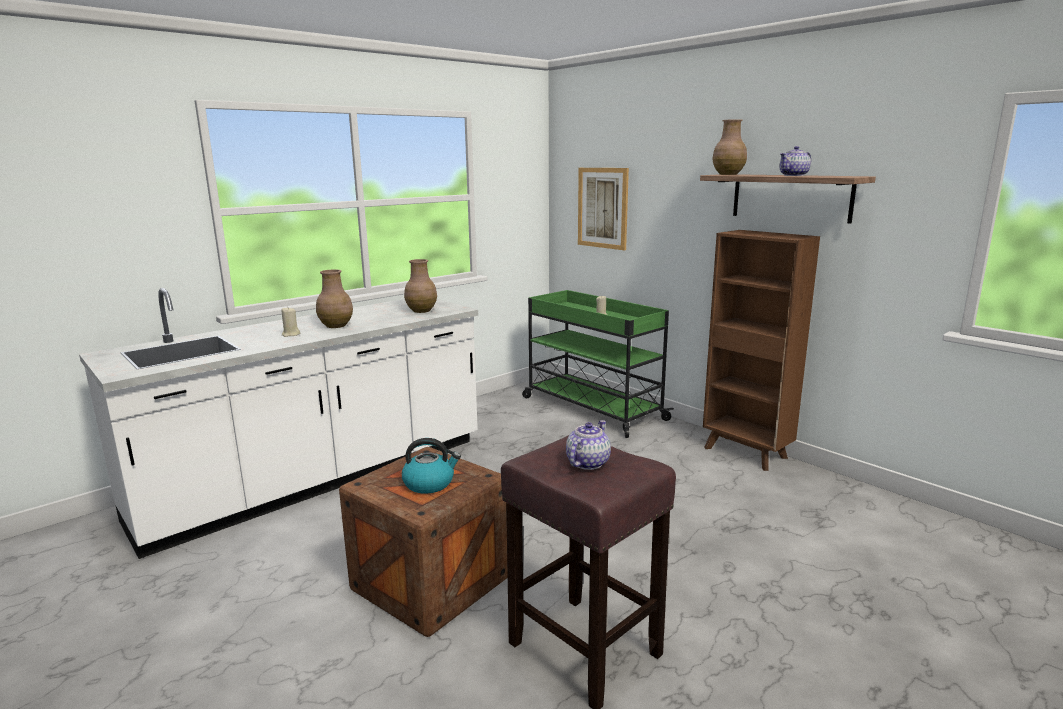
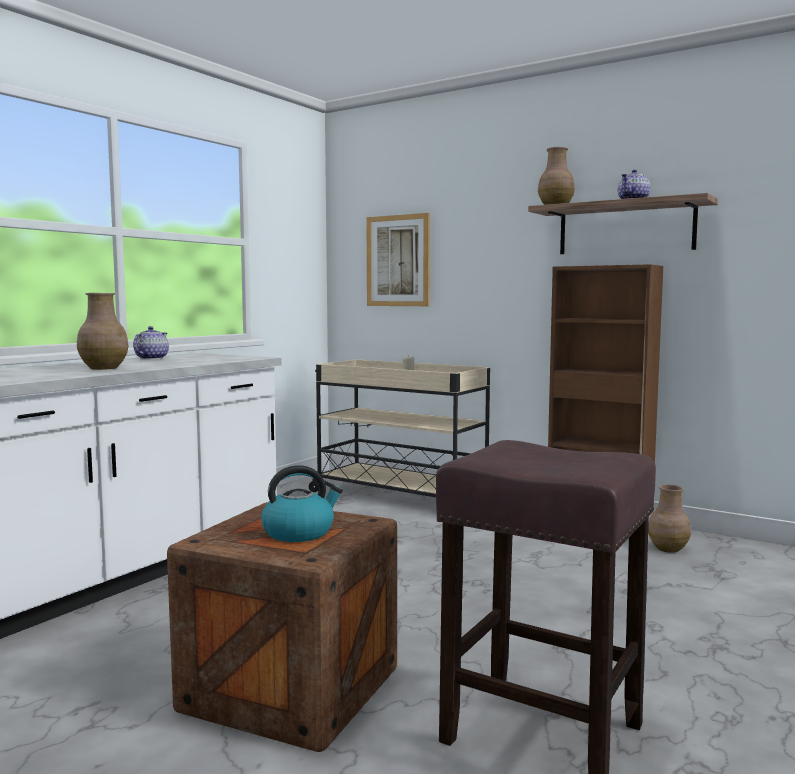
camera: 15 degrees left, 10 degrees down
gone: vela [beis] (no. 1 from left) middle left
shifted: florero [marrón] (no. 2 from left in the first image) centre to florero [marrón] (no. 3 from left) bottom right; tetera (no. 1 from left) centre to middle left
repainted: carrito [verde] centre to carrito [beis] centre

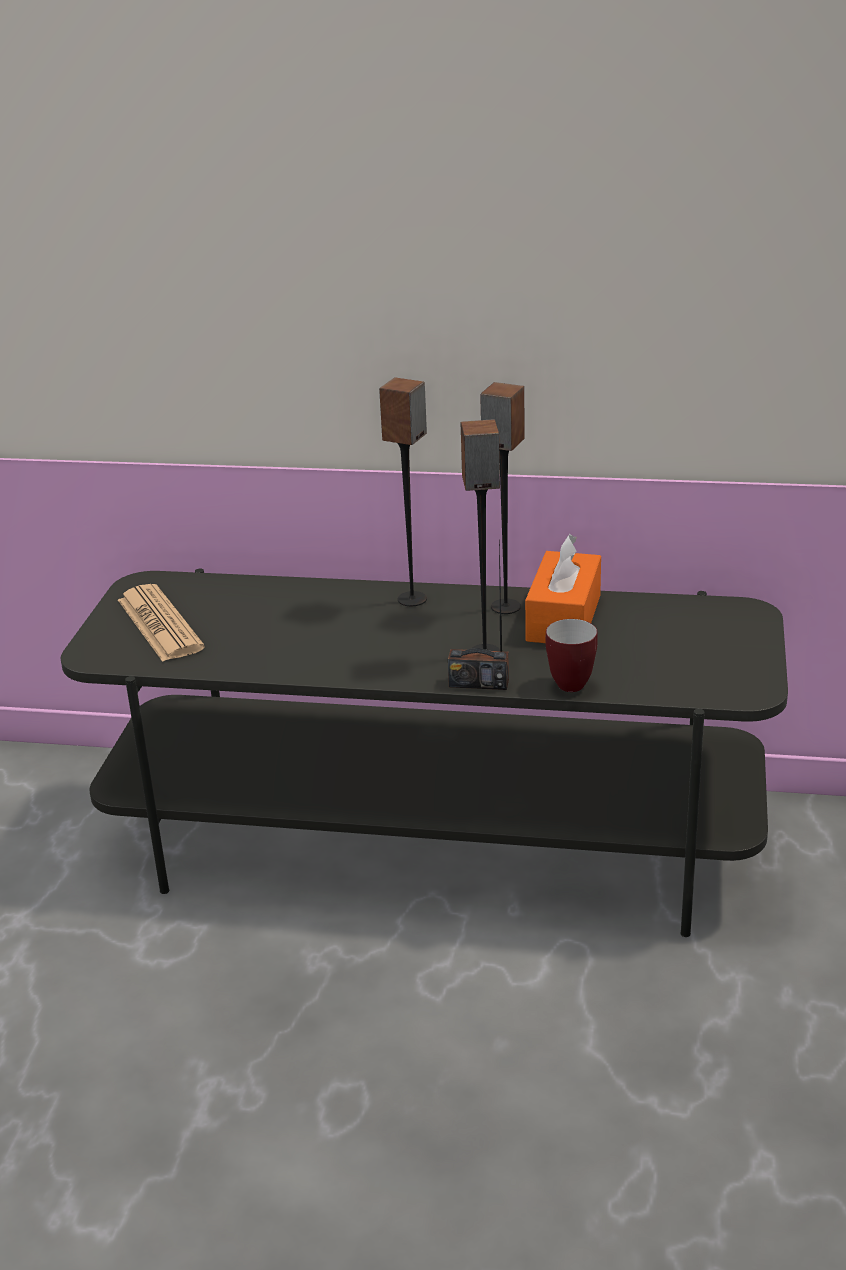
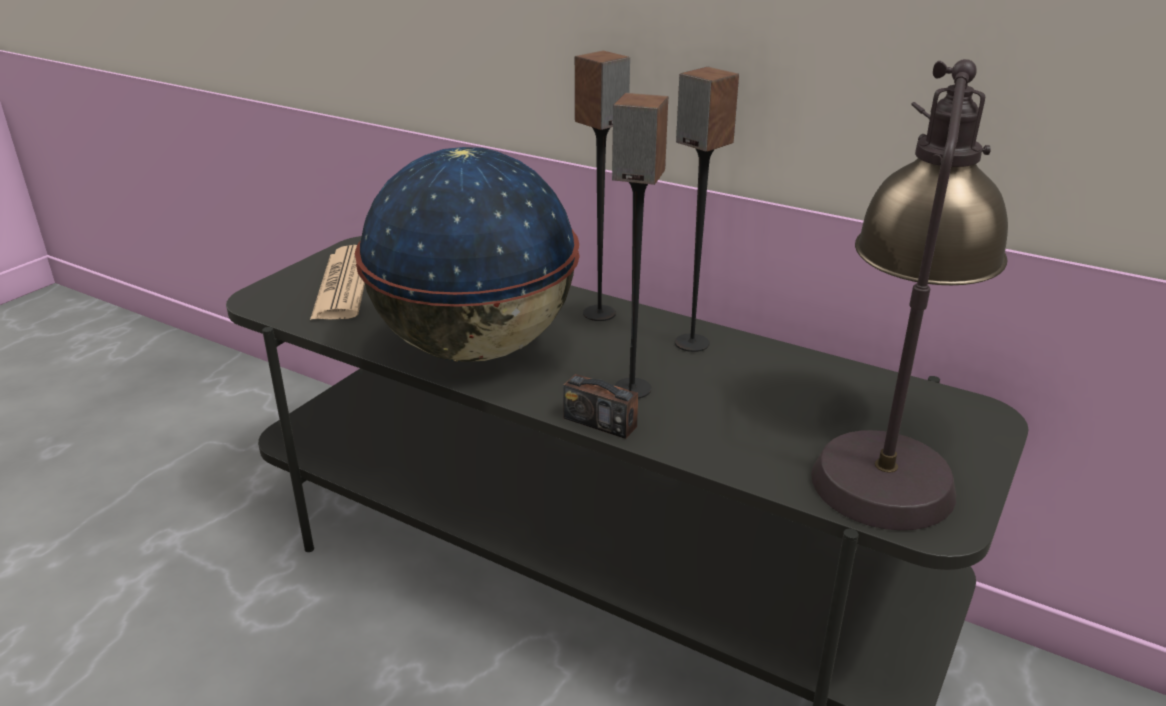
camera: 20 degrees right, 0 degrees up
gone: caja de pañuelos [naranja] centre; taza grande middle right
new: globo terráqueo centre; lámpara de mesa middle right

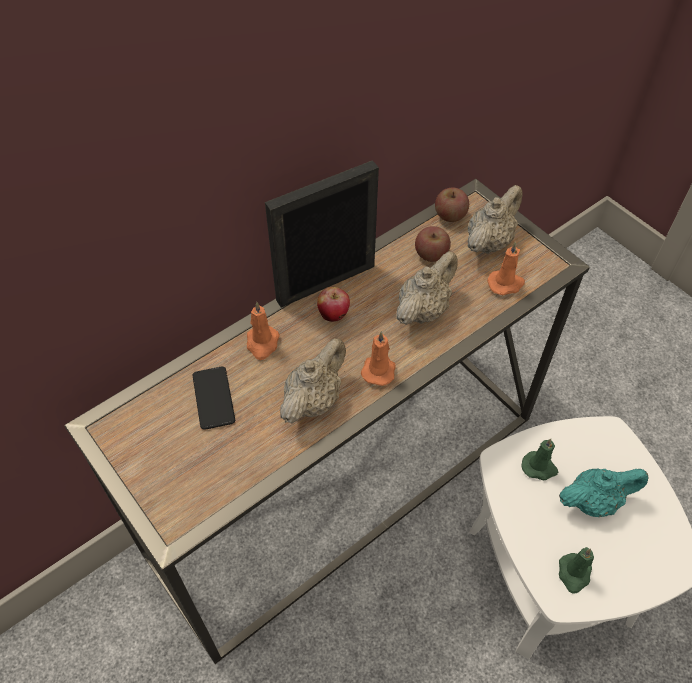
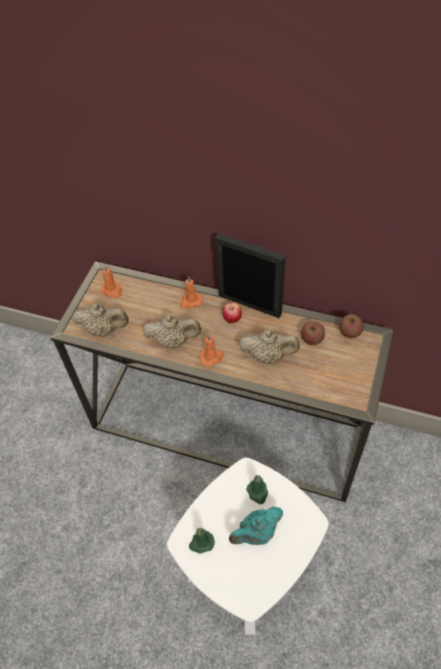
camera: 60 degrees right, 0 degrees up
gone: móvil middle left
shifted: tetera [beis] (no. 3 from left in the first image) top right to tetera [beis] (no. 1 from left) middle left; vela [naranja] (no. 3 from left in the first image) middle right to vela [naranja] (no. 1 from left) middle left
rotated: tetera [turquesa] bottom right = bottom centre 105 degrees clockwise

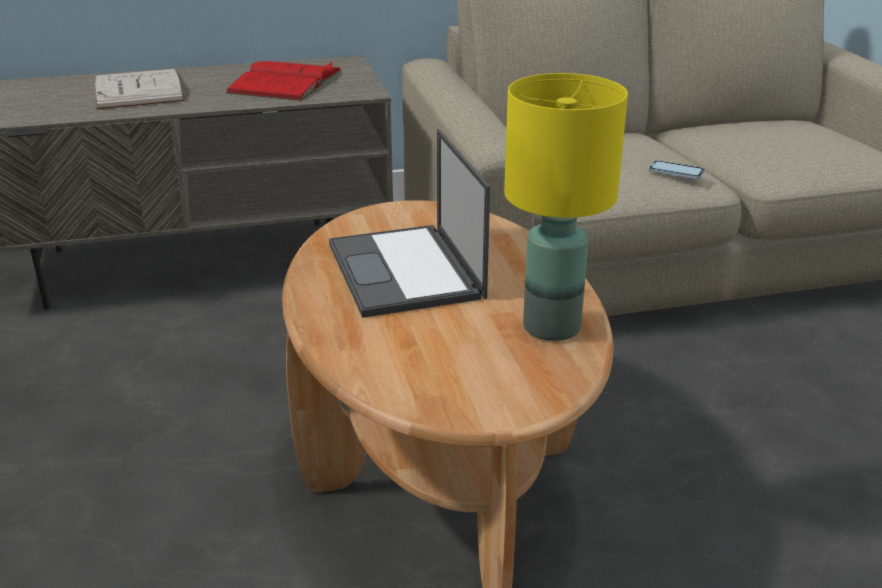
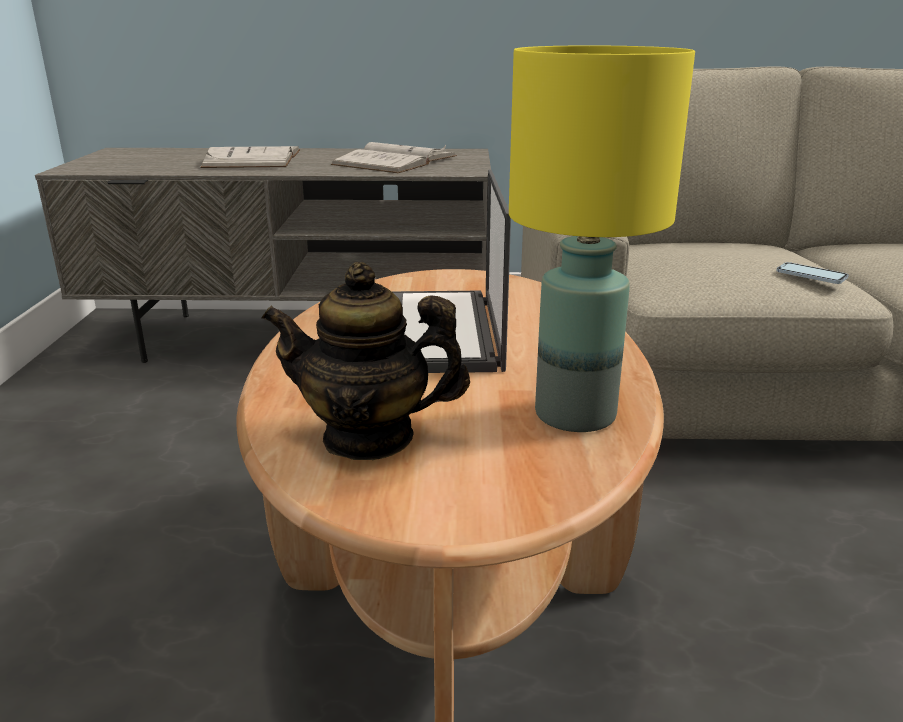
camera: 15 degrees right, 5 degrees down
new: tetera centre
repainted: libro [rojo] top left to libro [blanco] (no. 2 from left) top centre

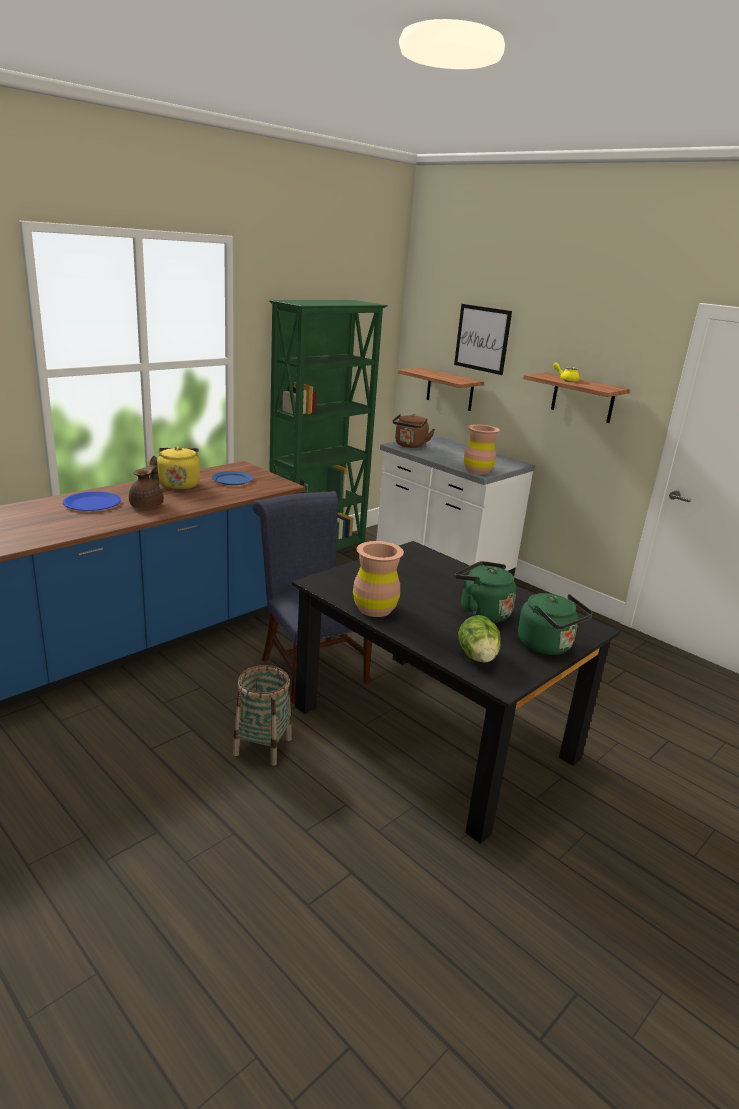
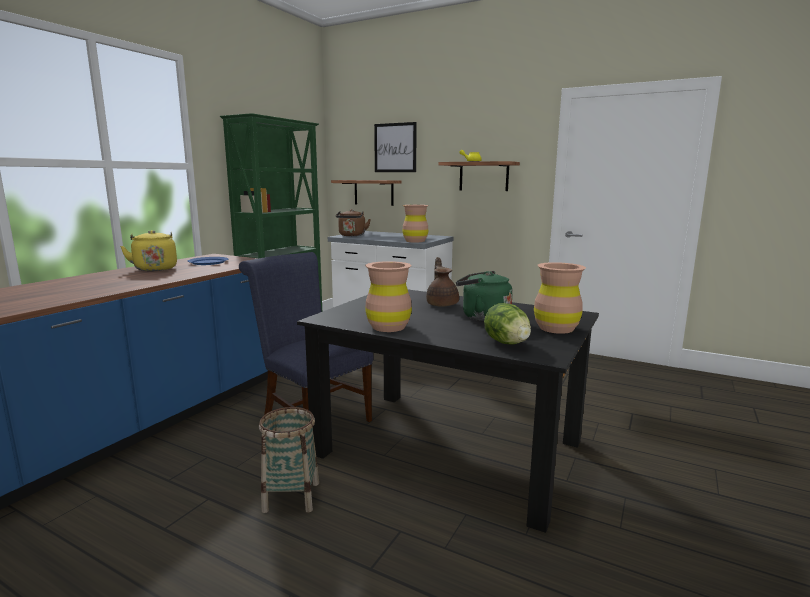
camera: 15 degrees left, 10 degrees down
gone: plato [azul] (no. 1 from left) middle left
shifted: tetera [marrón] middle left to centre
swapped: hervidor [verde] (no. 2 from left) middle right to florero [marrón] (no. 3 from left) middle right

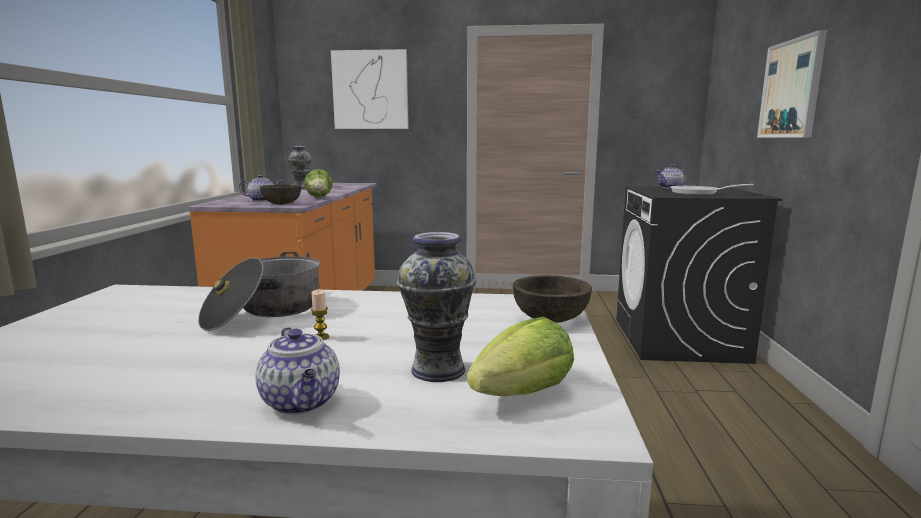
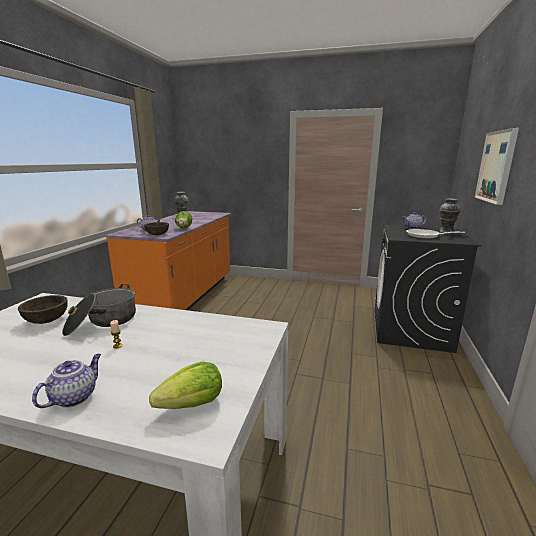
camera: 10 degrees right, 5 degrees up
gone: cuadro (no. 1 from left) top centre
shifted: florero (no. 2 from left) centre to middle right; cuenco [marrón] (no. 2 from left in the first image) centre to cuenco [marrón] (no. 1 from left) middle left
rotated: tetera (no. 2 from left in the first image) bottom left = bottom left 135 degrees counterclockwise

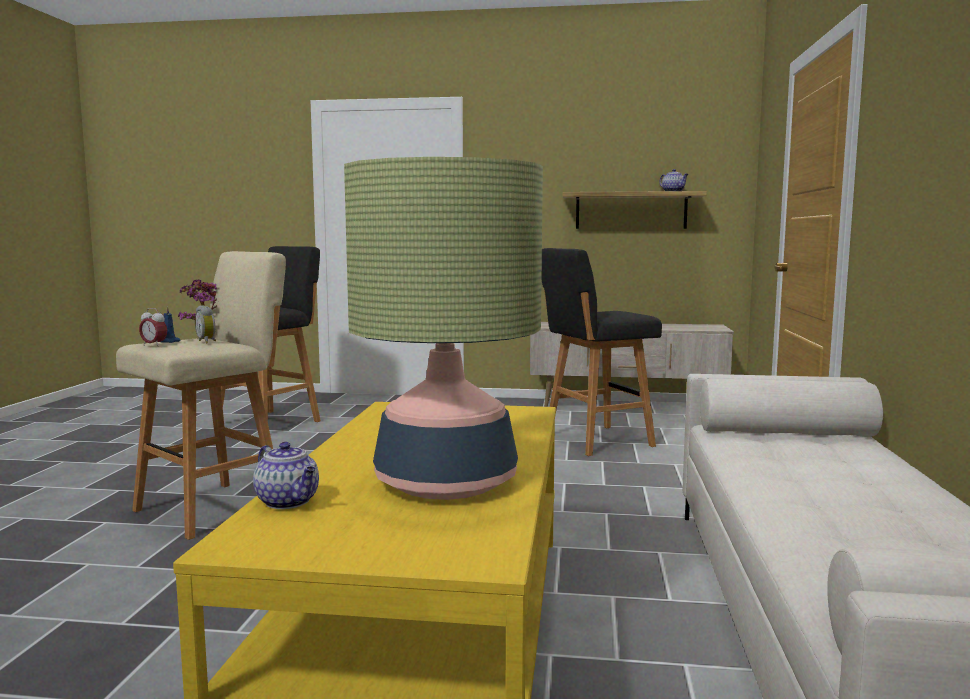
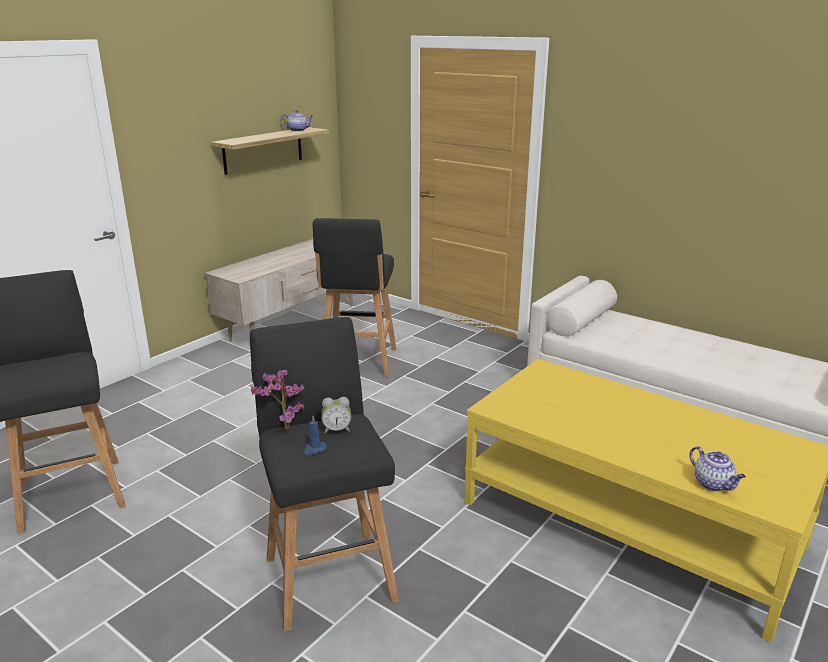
camera: 60 degrees left, 15 degrees up
gone: despertador (no. 1 from left) middle left; lámpara de mesa centre
repainted: taburete [beis] middle left to taburete [negro] (no. 2 from left) bottom centre
rotated: tetera (no. 1 from left in the first image) bottom left = bottom right 75 degrees clockwise

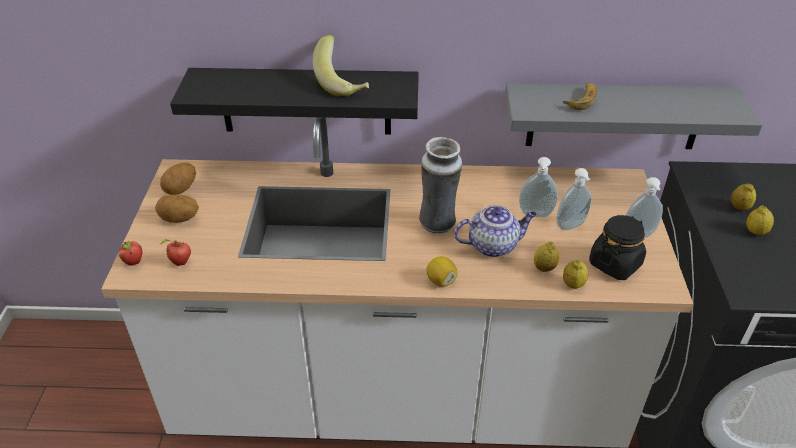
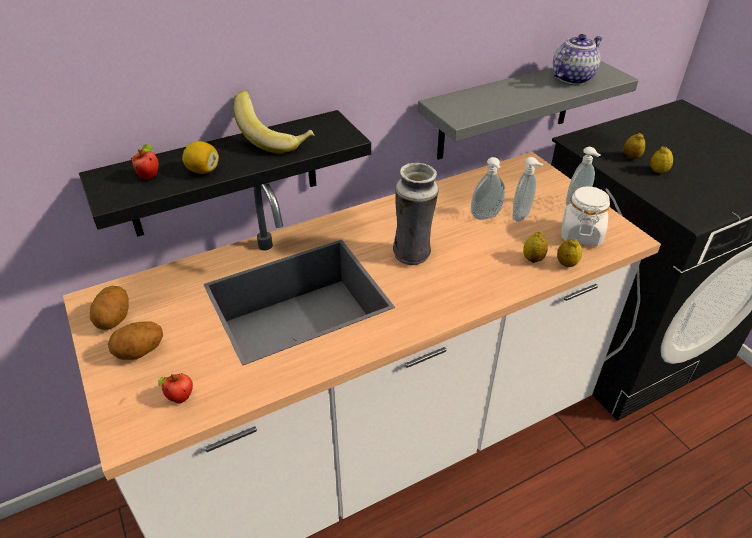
camera: 30 degrees left, 0 degrees up
gone: plátano (no. 2 from left) top right
shifted: manzana (no. 1 from left) middle left to top left; limón (no. 1 from left) centre to top left; tetera centre to top right
repainted: tarro [negro] middle right to tarro [blanco] middle right

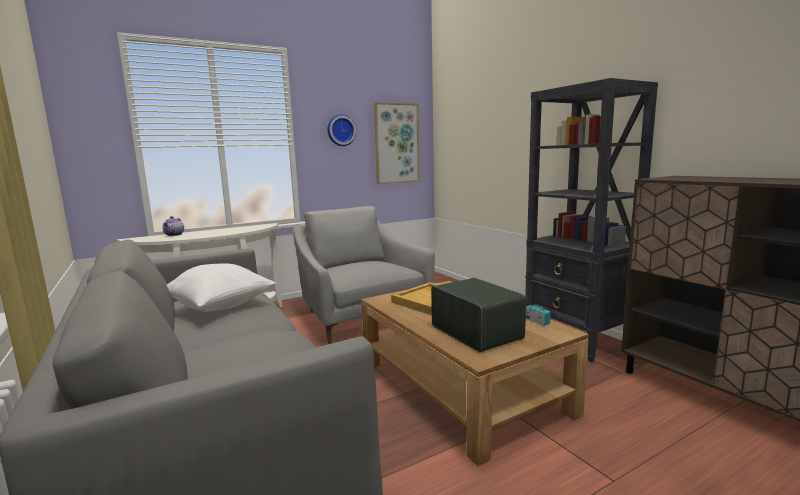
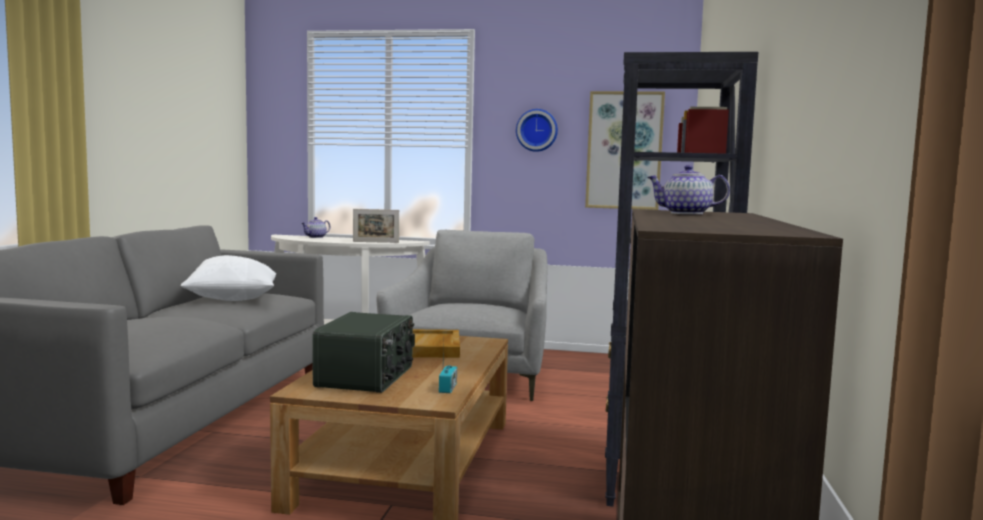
camera: 40 degrees right, 5 degrees down
new: portarretratos centre; tetera (no. 2 from left) middle right

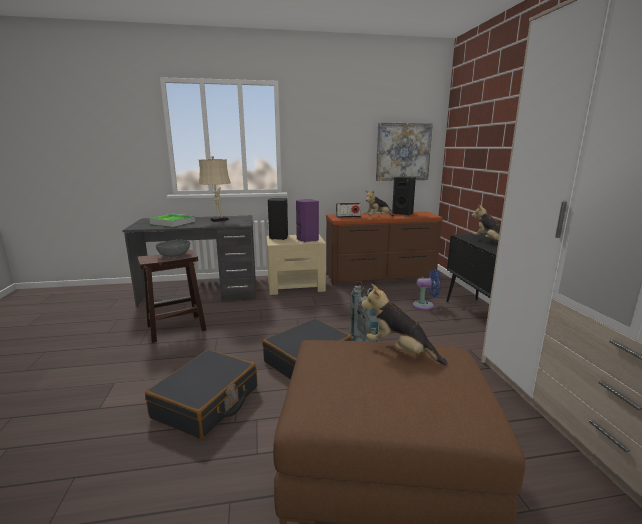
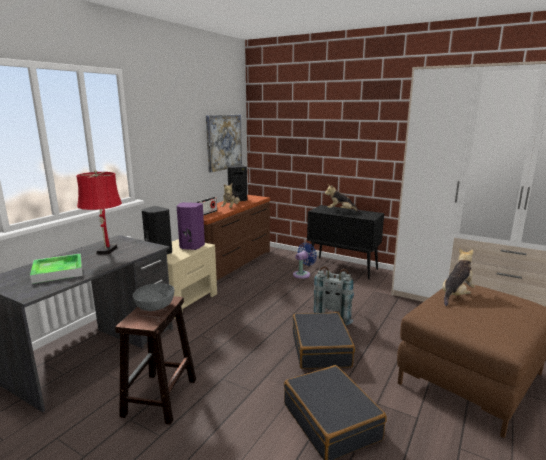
camera: 50 degrees left, 0 degrees up
repainted: lámpara de mesa [beis] centre to lámpara de mesa [rojo] middle left
rotated: peluche (no. 2 from left in the first image) centre = middle right 150 degrees clockwise

